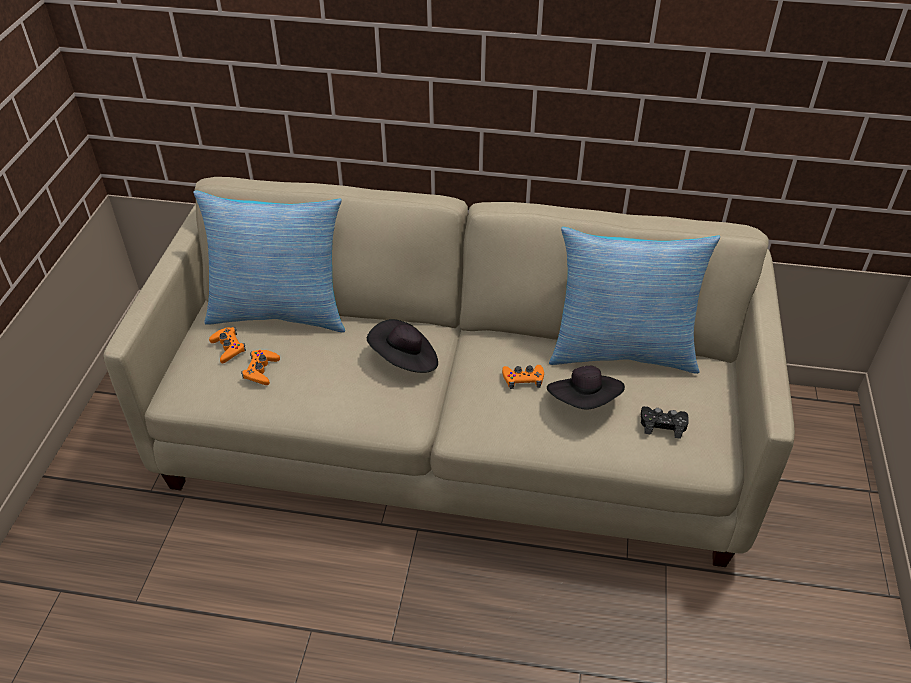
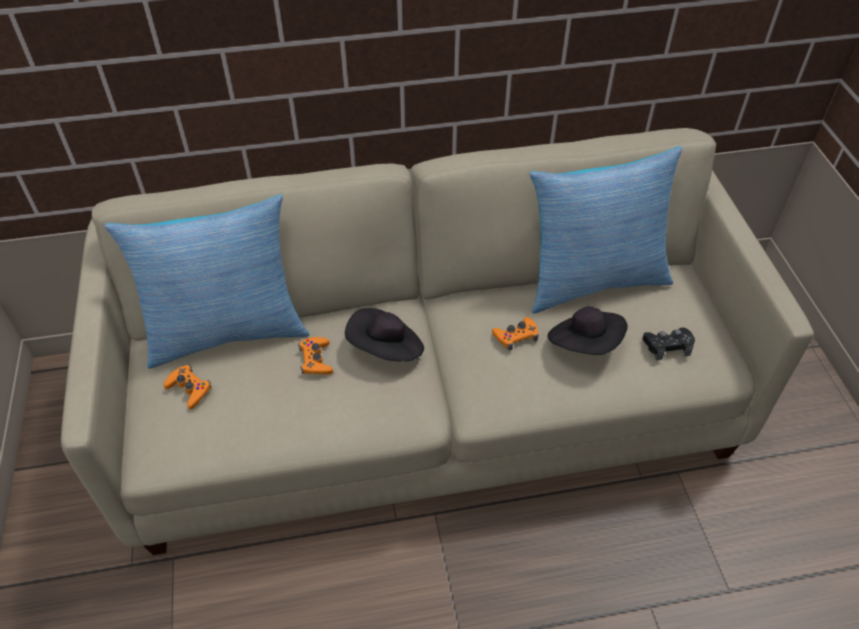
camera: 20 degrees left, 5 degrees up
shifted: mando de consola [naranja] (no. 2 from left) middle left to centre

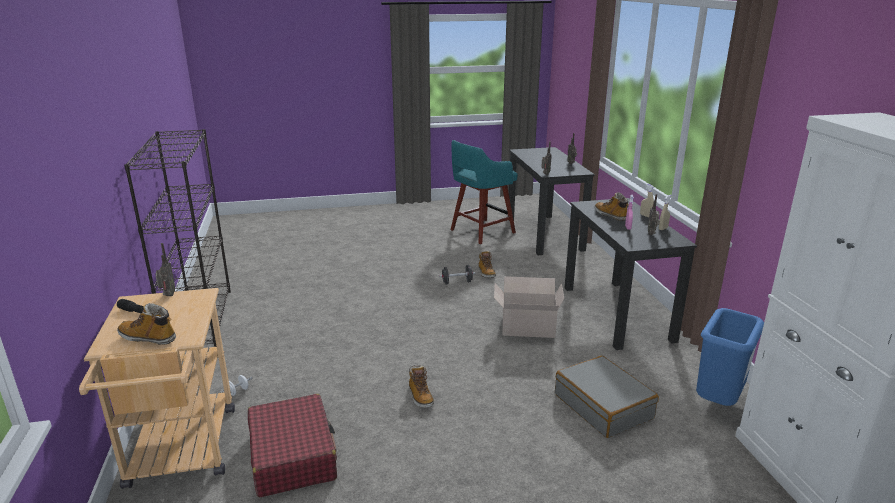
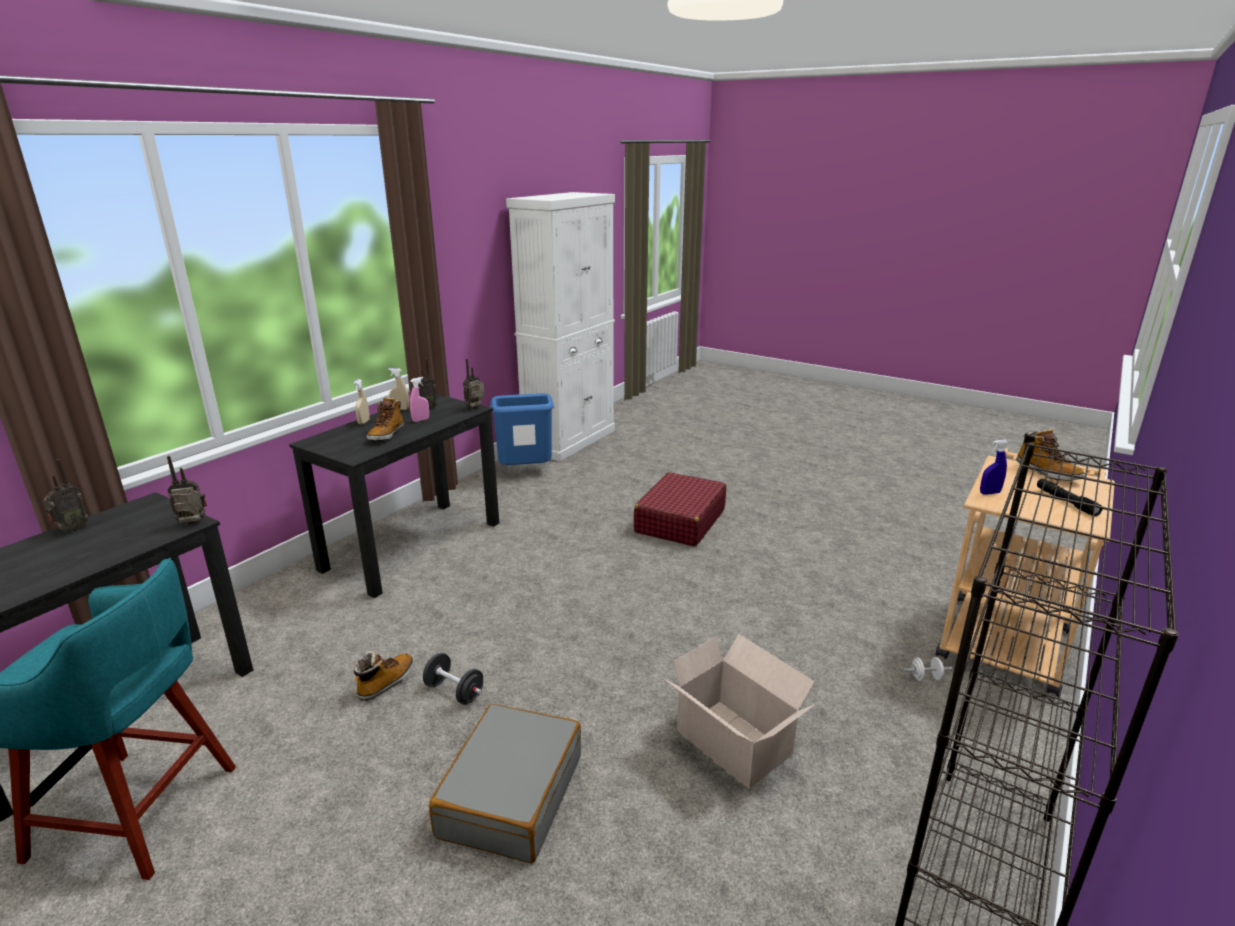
camera: 135 degrees left, 0 degrees up
gone: bota (no. 2 from left) bottom centre
new: pulverizador [azul] middle right
shifted: radio (no. 1 from left in the first image) middle left to radio (no. 4 from left) centre; maleta [rojo] bottom left to centre; caja de cartón centre to bottom centre; maleta [gris] bottom right to bottom centre

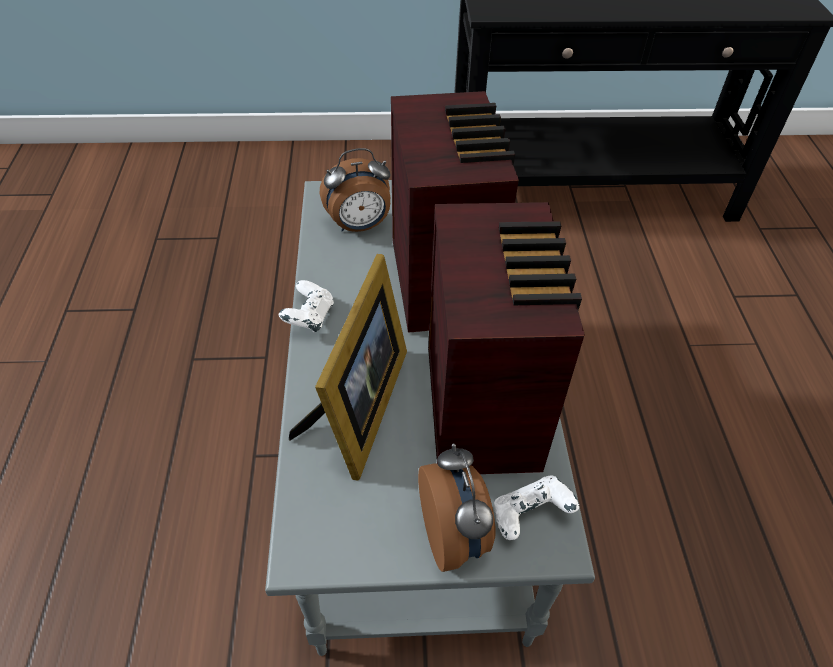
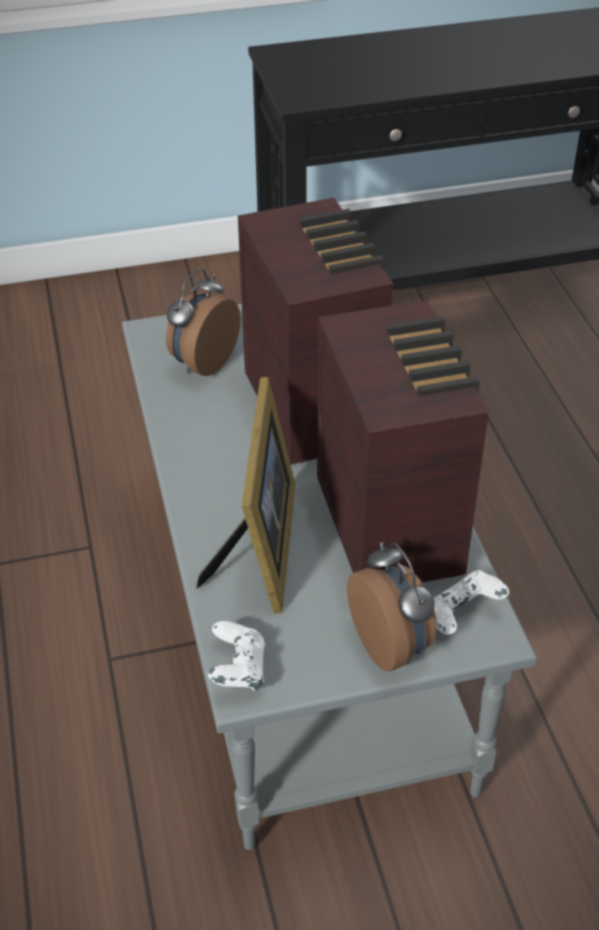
camera: 10 degrees left, 5 degrees down
shifted: mando de consola [blanco] (no. 1 from left) centre to bottom centre
rotated: despertador (no. 1 from left) top centre = centre 150 degrees clockwise

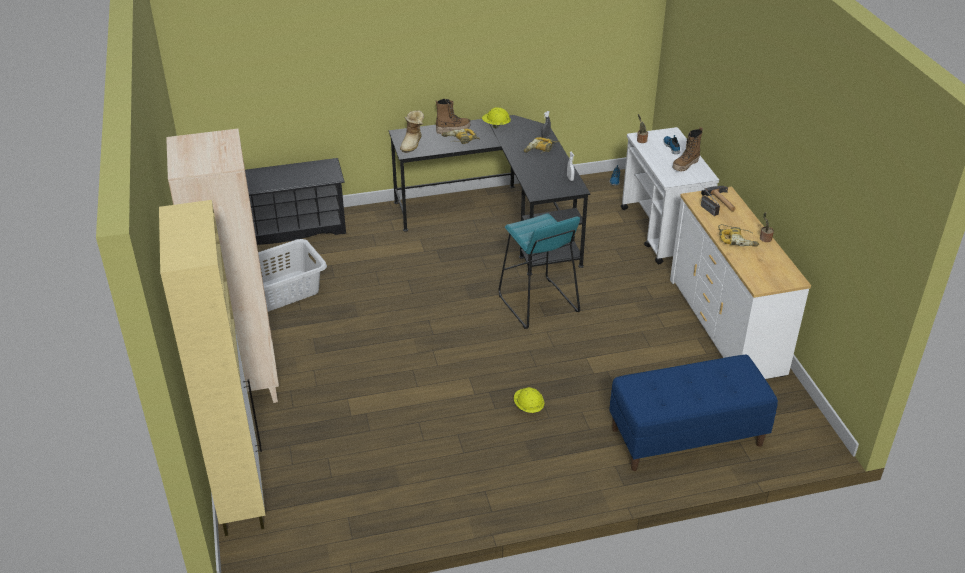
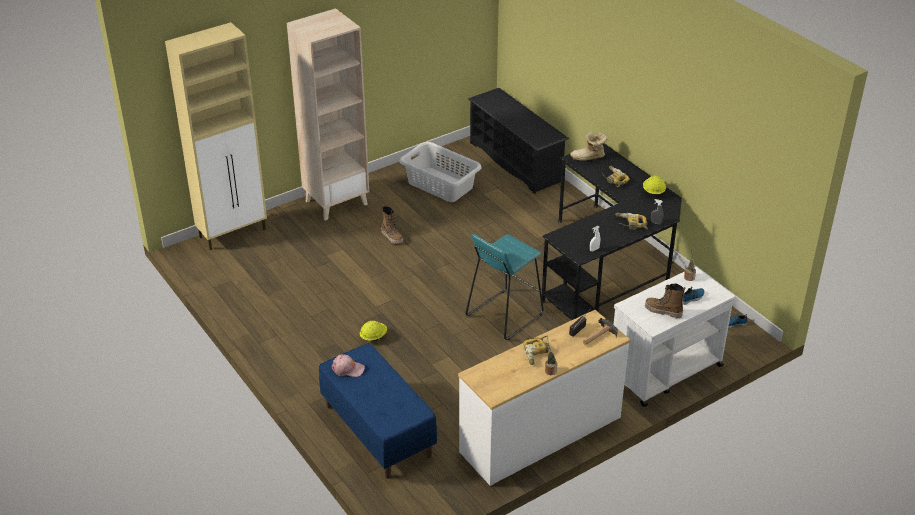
camera: 70 degrees right, 0 degrees up
new: gorra [rosa] bottom centre
shifted: bota (no. 2 from left in the first image) top centre to bota (no. 1 from left) centre

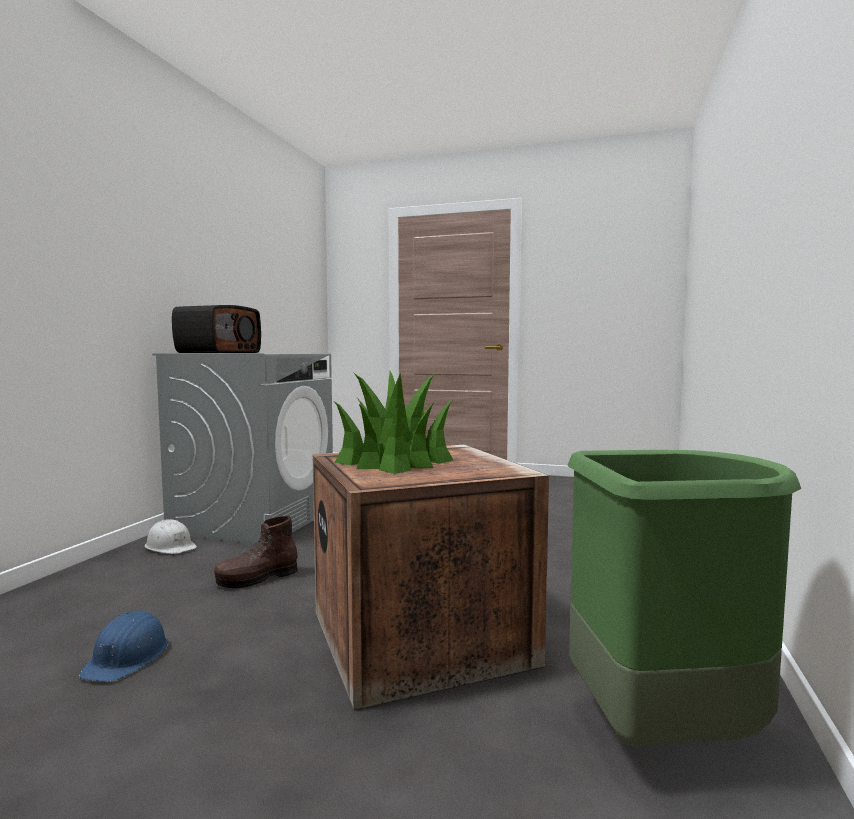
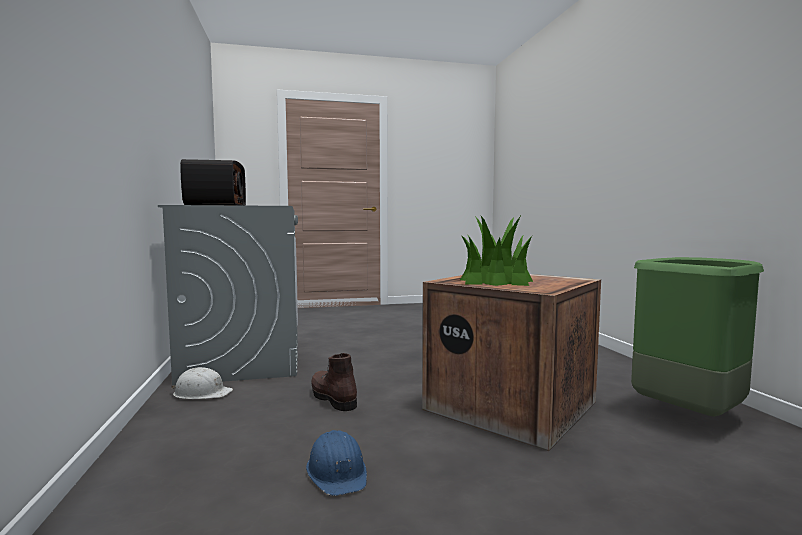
camera: 30 degrees left, 0 degrees up
rotated: bota [marrón] bottom left = bottom centre 120 degrees clockwise

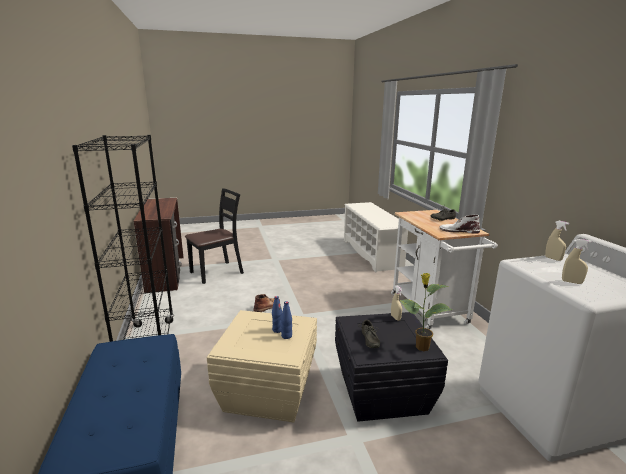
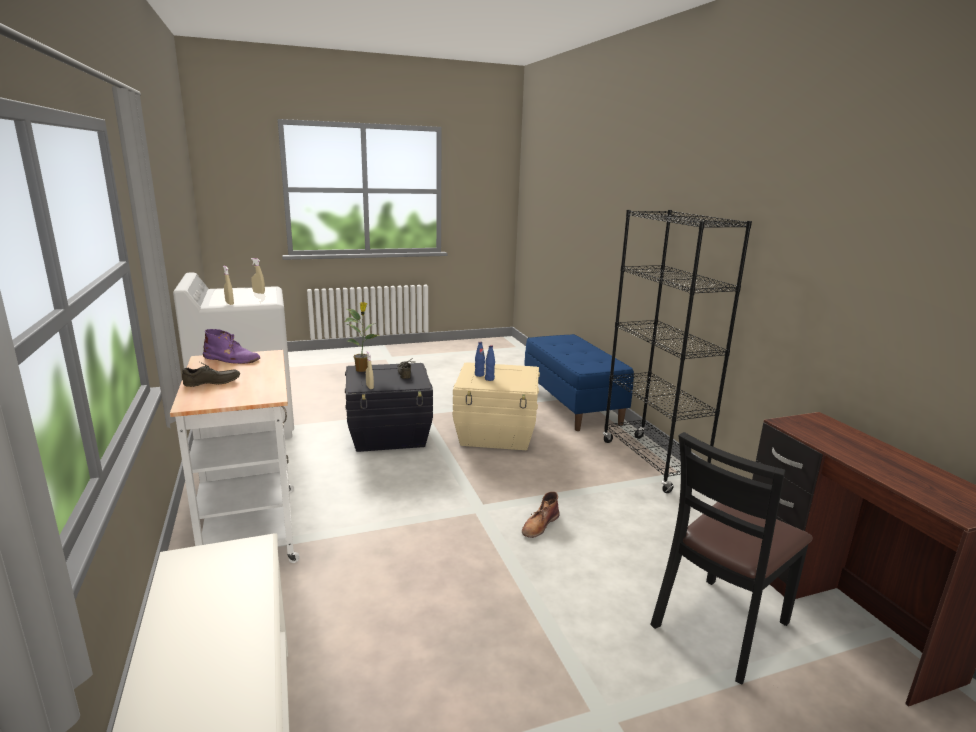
camera: 175 degrees right, 0 degrees up
repainted: bota [blanco] middle right to bota [morado] middle left

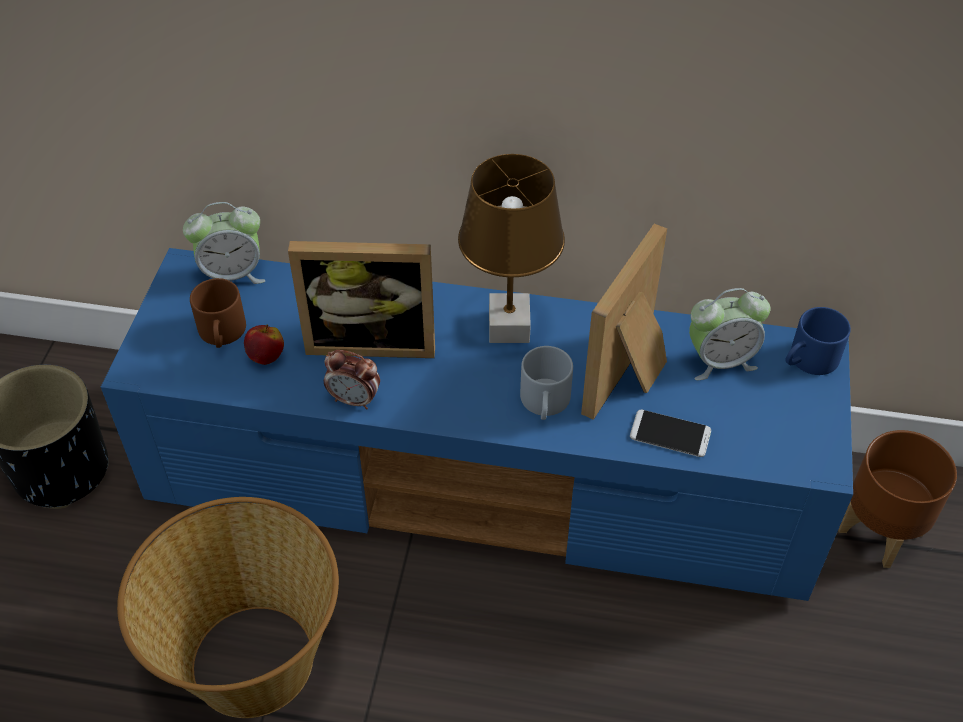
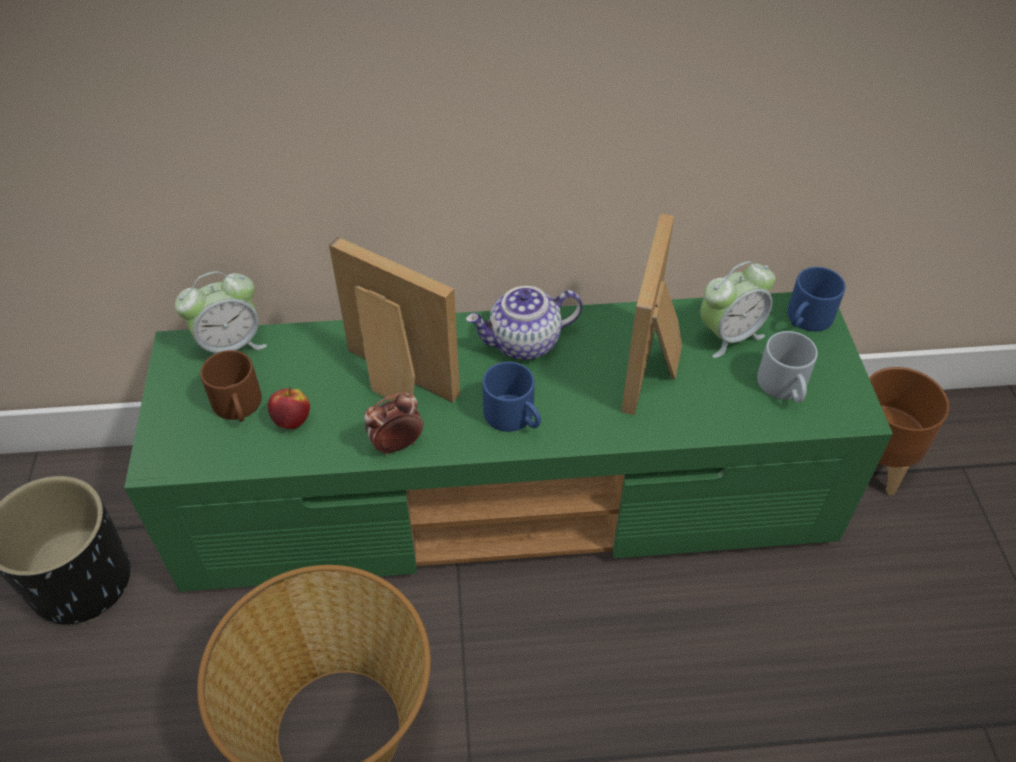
camera: 15 degrees left, 0 degrees up
gone: móvil middle right
new: taza grande [azul] (no. 1 from left) centre
shifted: taza grande [gris] centre to middle right
swapped: lámpara de mesa [marrón] centre to tetera centre
repainted: mueble de televisión [azul] centre to mueble de televisión [verde] centre
rotated: portarretratos (no. 1 from left) centre = centre 135 degrees counterclockwise; despertador (no. 2 from left) centre = centre 150 degrees clockwise

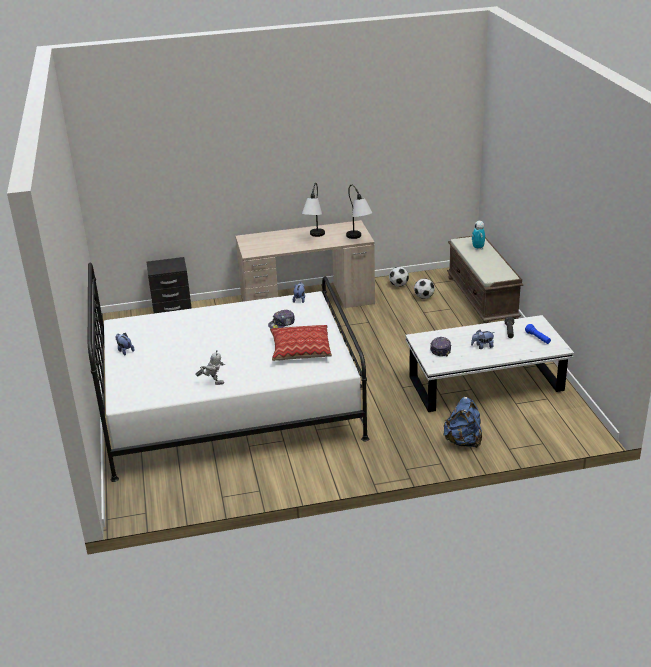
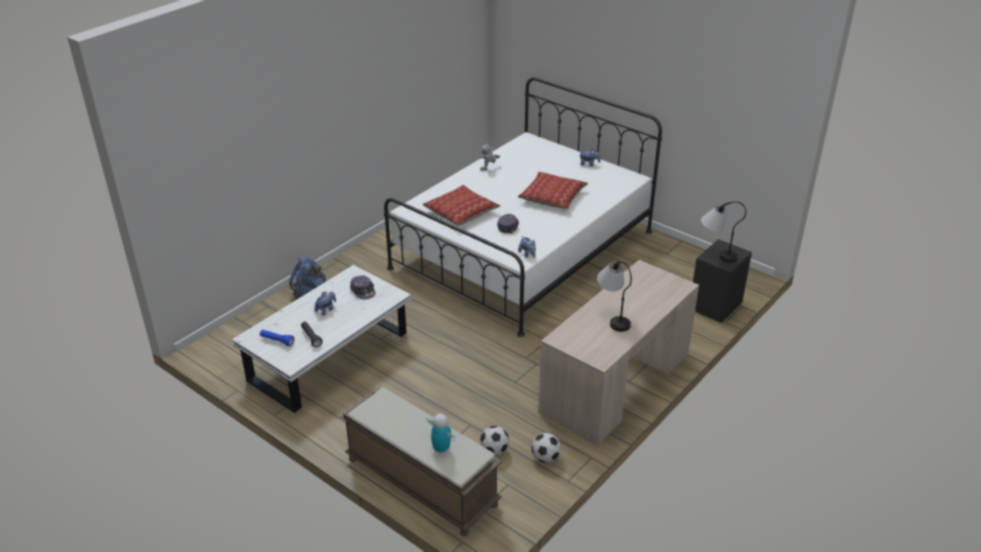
camera: 140 degrees right, 5 degrees up
new: cojín (no. 2 from left) centre
shifted: lámpara de mesa (no. 2 from left) top centre to middle right

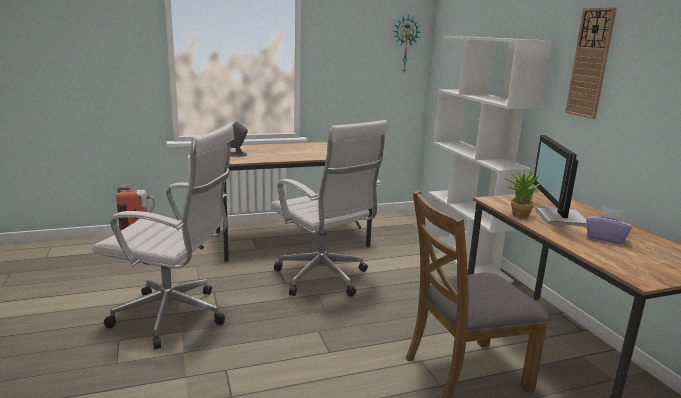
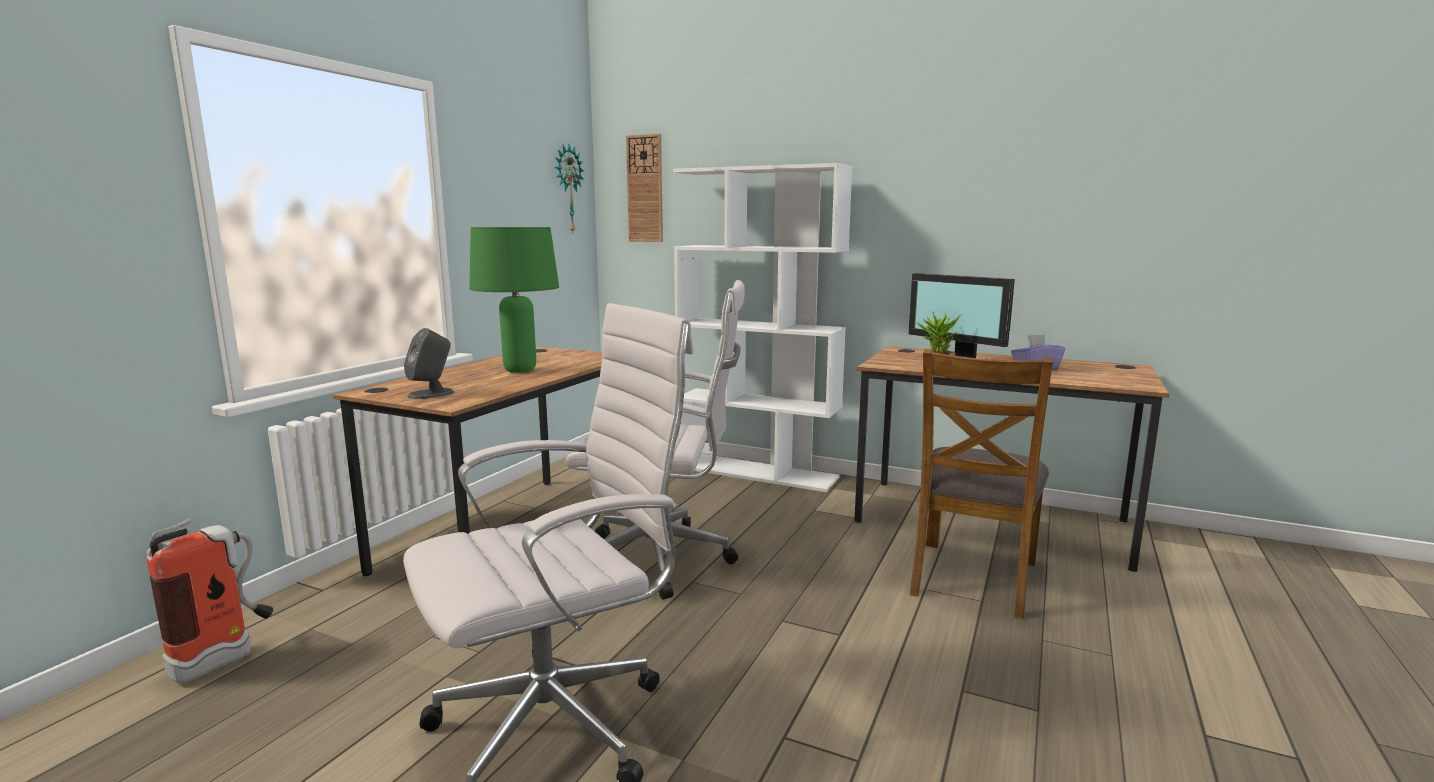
camera: 45 degrees left, 5 degrees down
new: lámpara de mesa [verde] centre
shifted: reloj de pared (no. 2 from left) top right to top centre

